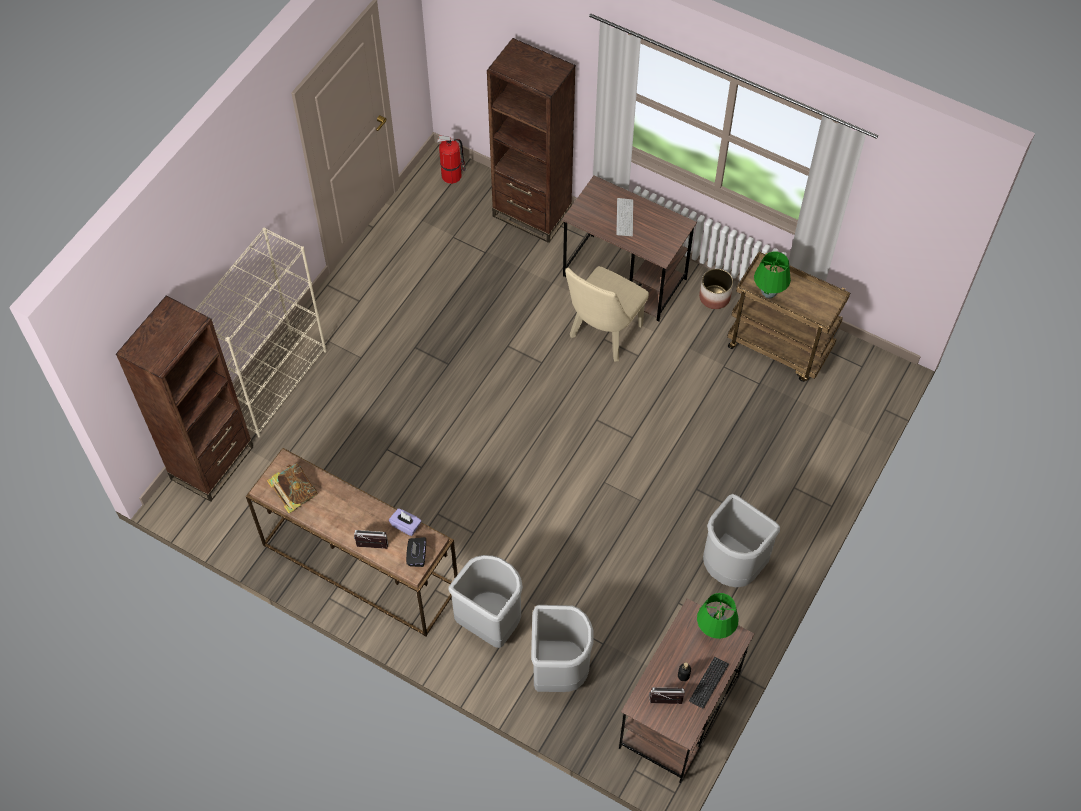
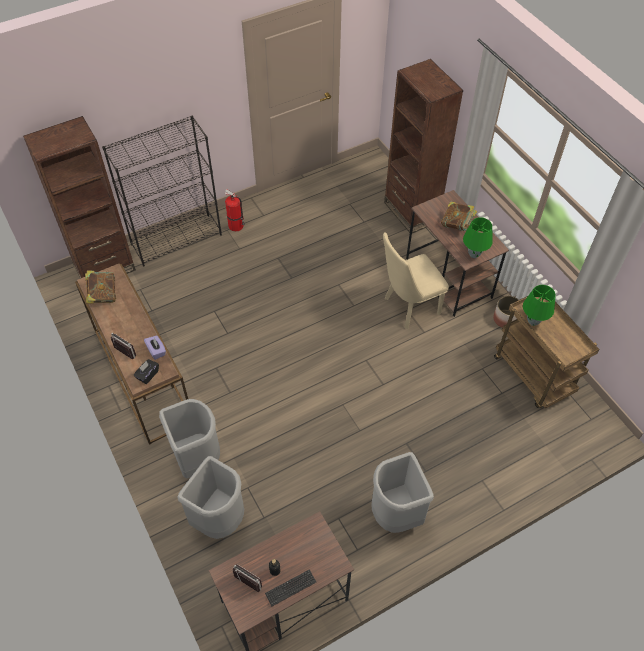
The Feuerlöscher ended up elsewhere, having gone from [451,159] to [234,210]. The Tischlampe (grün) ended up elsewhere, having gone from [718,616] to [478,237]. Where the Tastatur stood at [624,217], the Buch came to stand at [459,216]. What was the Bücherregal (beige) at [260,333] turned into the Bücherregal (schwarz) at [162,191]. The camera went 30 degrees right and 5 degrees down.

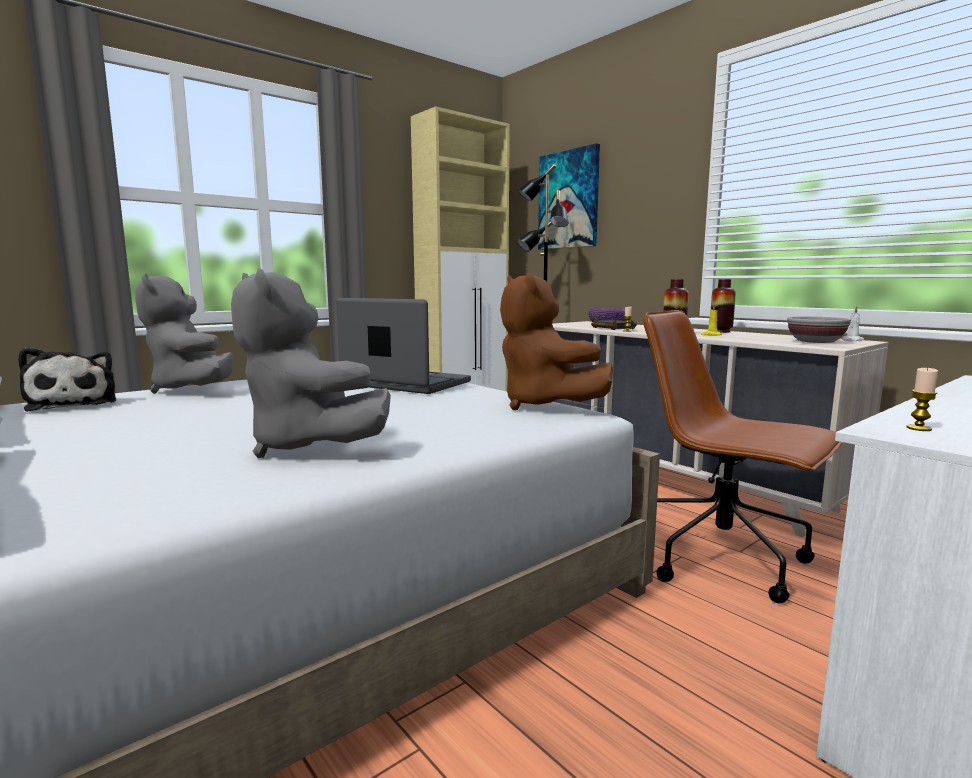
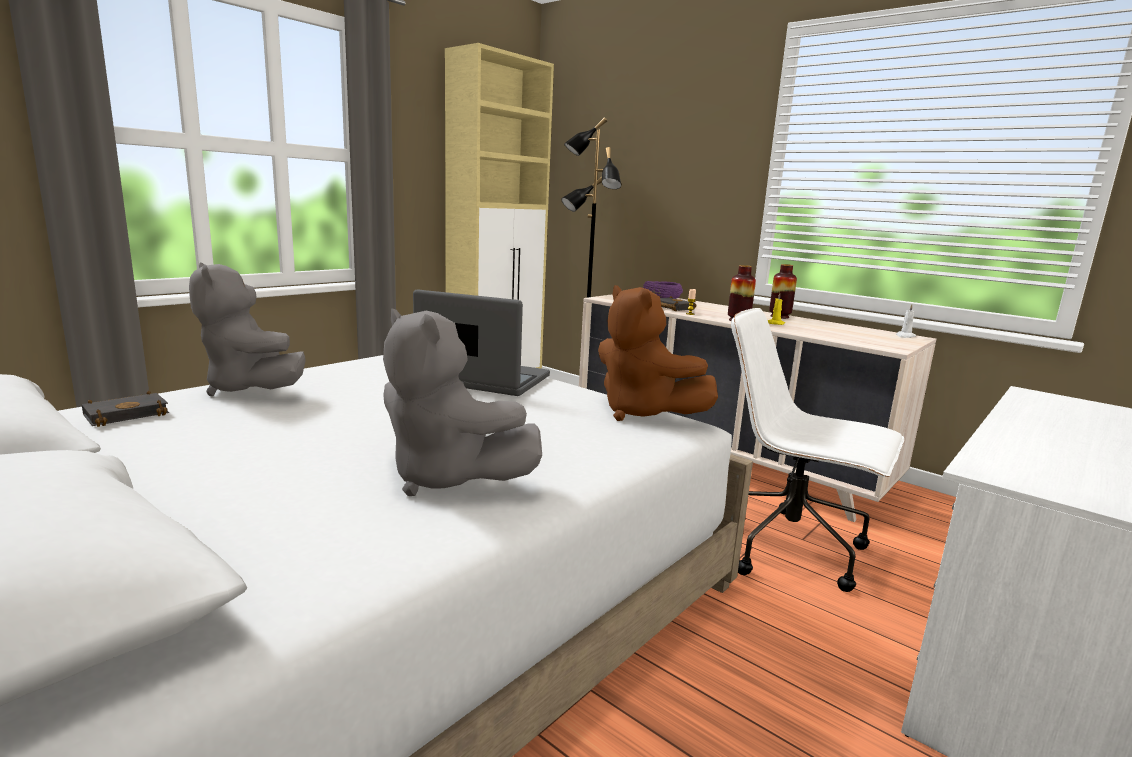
The second view lost the Bild at [569,196]. The second view lost the Schüssel at [819,330]. The second view lost the Kerze at [922,399]. Where the Plüschtier stood at [67,380], the Buch (schwarz) came to stand at [125,409]. What was the Bürostuhl (braun) at [743,456] turned into the Bürostuhl (weiß) at [817,450]. The camera went 10 degrees left and 5 degrees up.

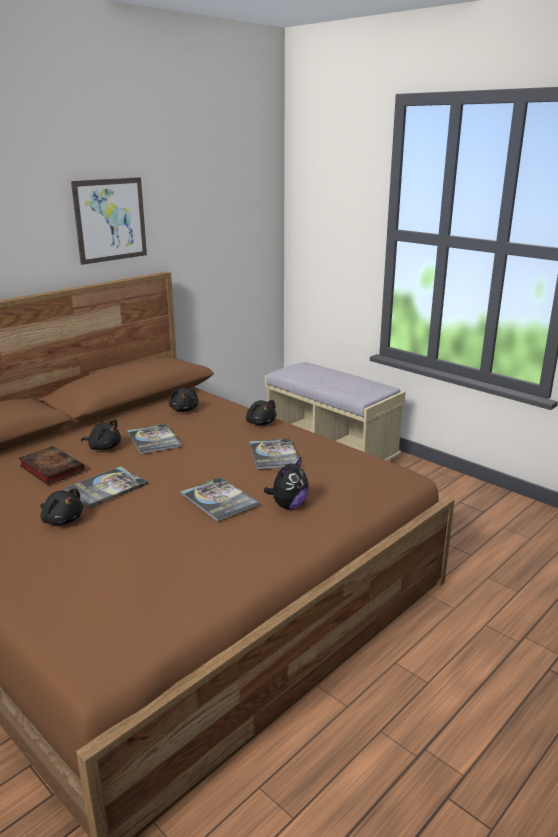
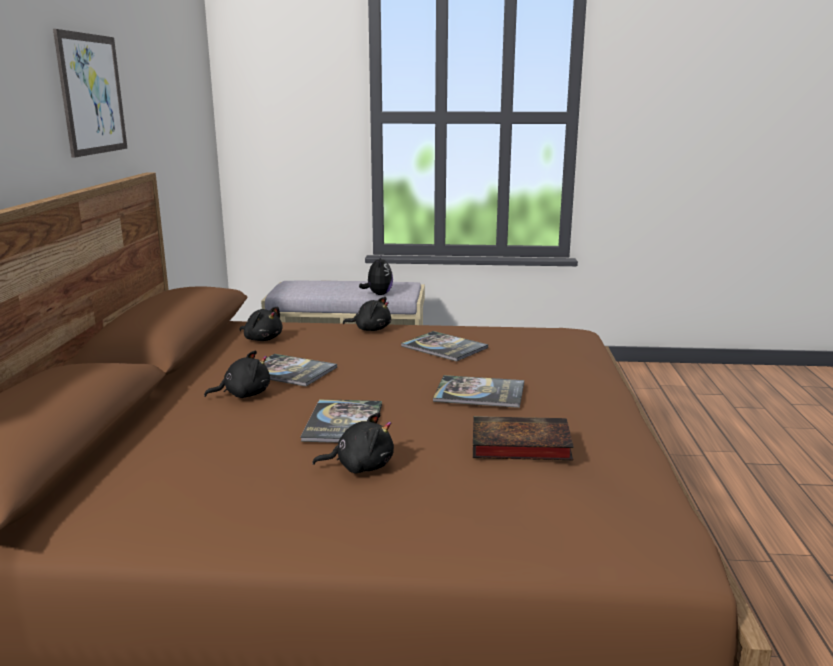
The Buch ended up elsewhere, having gone from [51,465] to [523,438]. The Plüschtier ended up elsewhere, having gone from [286,483] to [376,274]. The camera went 40 degrees left and 5 degrees down.

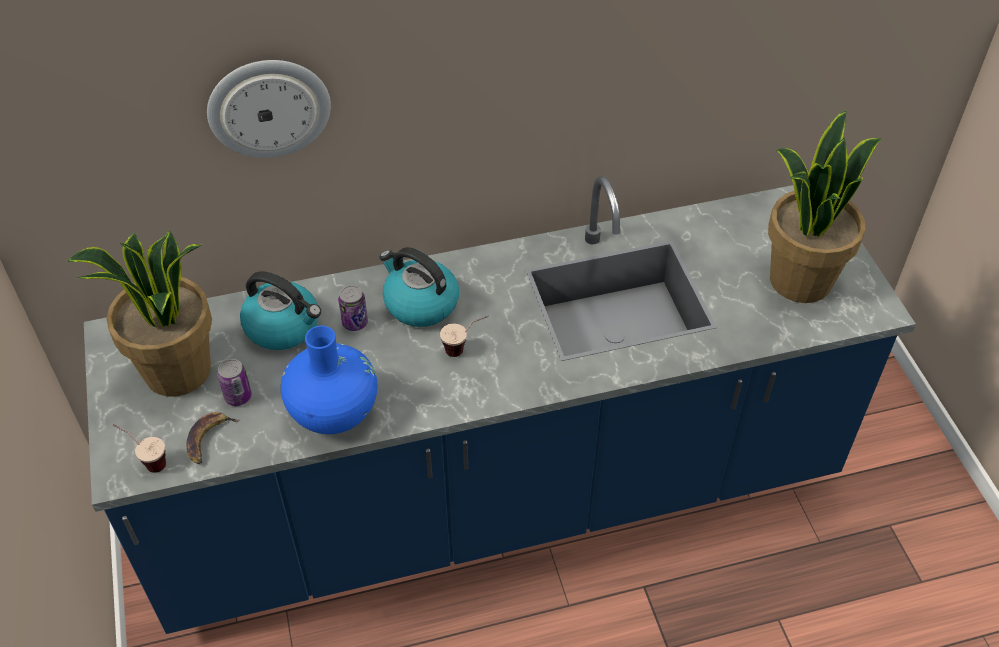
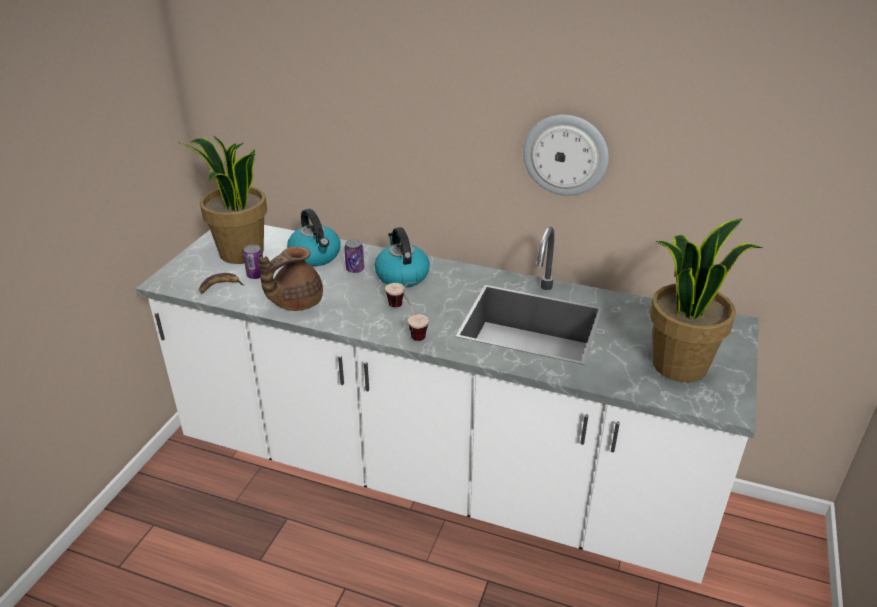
The Tasse ended up elsewhere, having gone from [139,448] to [416,318]. The Wanduhr ended up elsewhere, having gone from [269,109] to [566,155]. Where the Vase (blau) stood at [329,380], the Teekanne (braun) came to stand at [290,278]. What was the Küchenzeile (blau) at [500,405] turned into the Küchenzeile (weiß) at [447,404]. The camera went 35 degrees right and 15 degrees down.

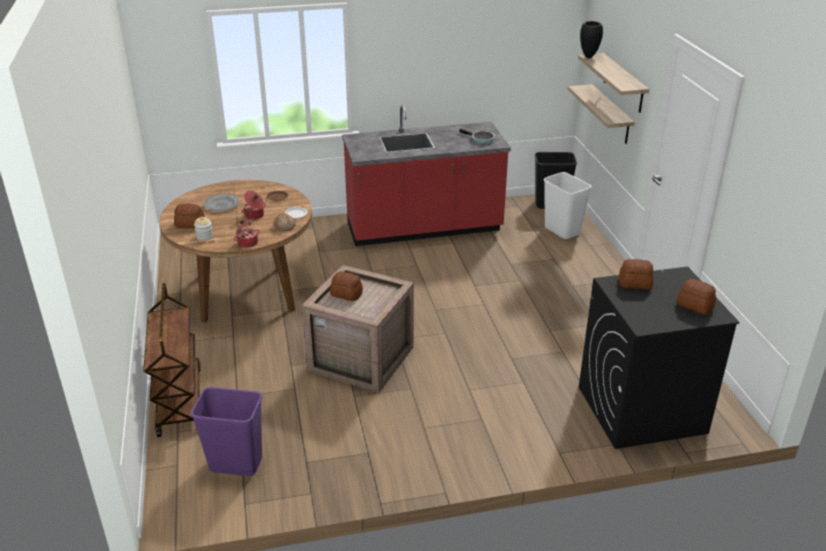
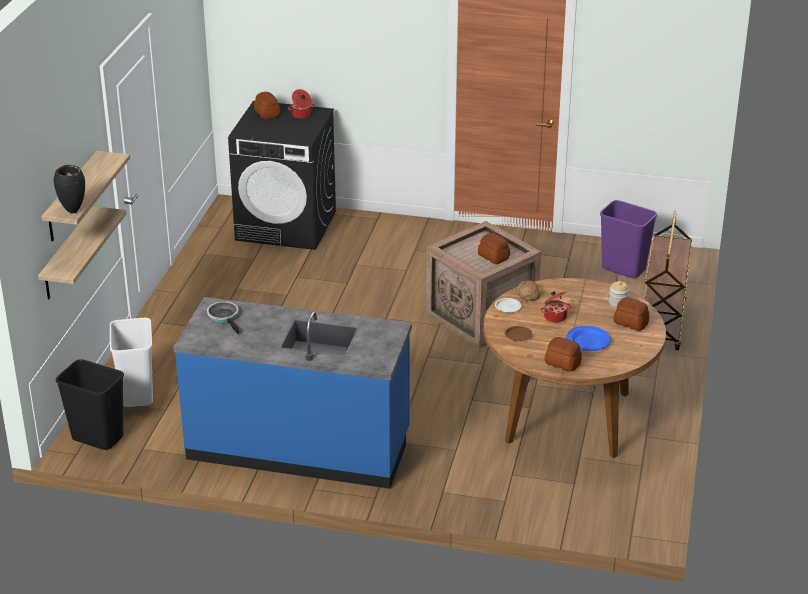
The Kochtopf ended up elsewhere, having gone from [247,233] to [301,104]. The Brot ended up elsewhere, having gone from [636,274] to [563,354]. What was the Teller (grau) at [221,202] turned into the Teller (blau) at [588,338]. What was the Küchenzeile (rot) at [426,175] turned into the Küchenzeile (blau) at [292,393]. The camera went 155 degrees left and 0 degrees up.

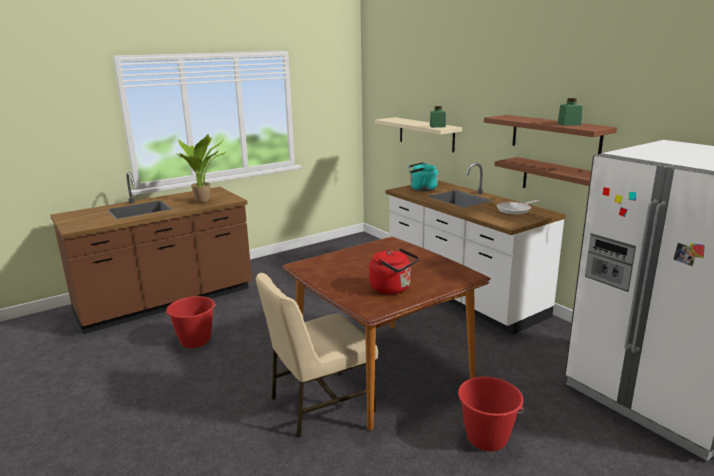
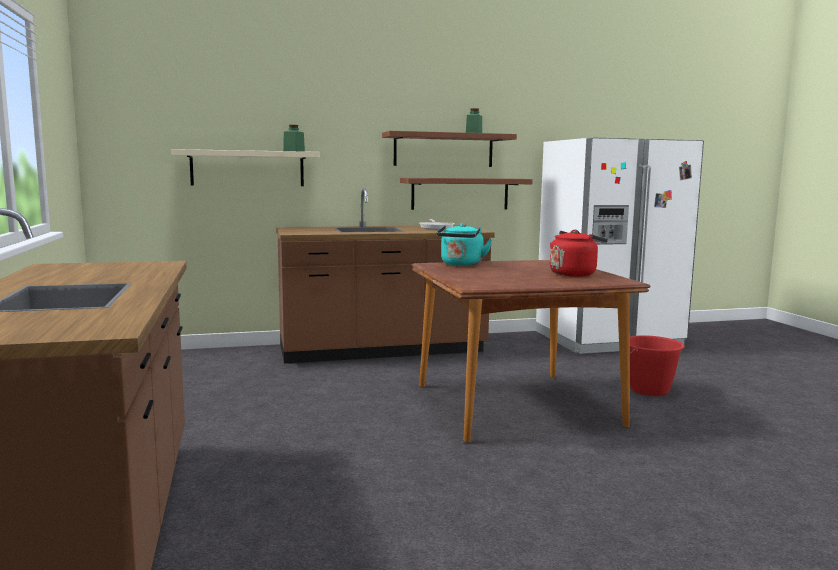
The second view lost the Eimer (rot) at [191,322]. The second view lost the Topfpflanze at [202,168]. The second view lost the Stuhl (beige) at [317,355]. The Wasserkessel (türkis) ended up elsewhere, having gone from [423,176] to [464,244]. What was the Küchenzeile (weiß) at [476,249] turned into the Küchenzeile (braun) at [385,276]. The camera went 70 degrees left and 10 degrees down.

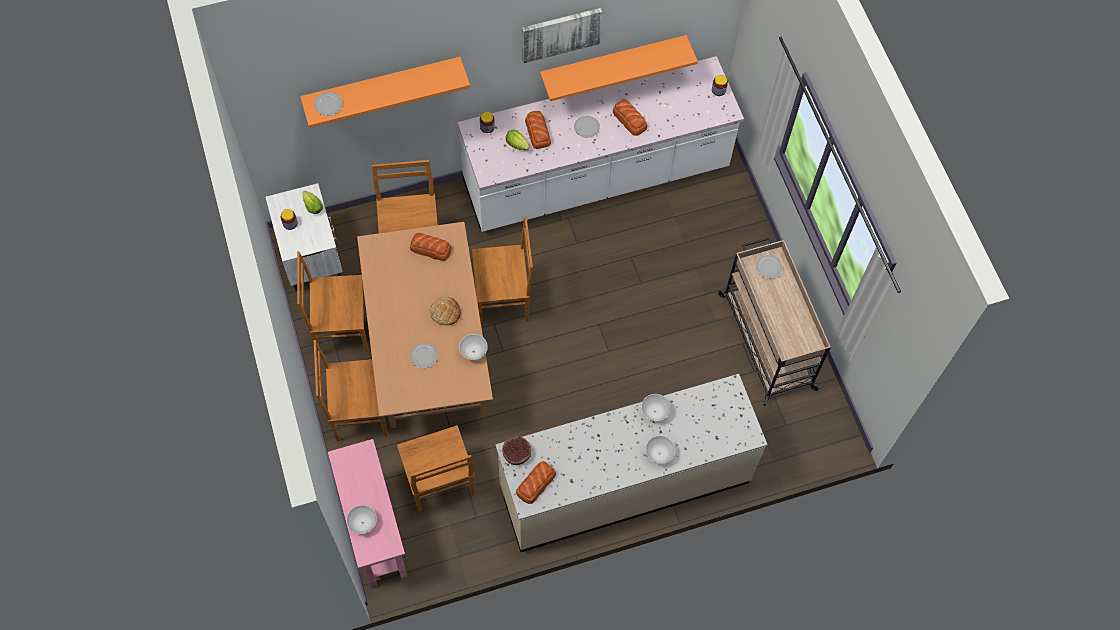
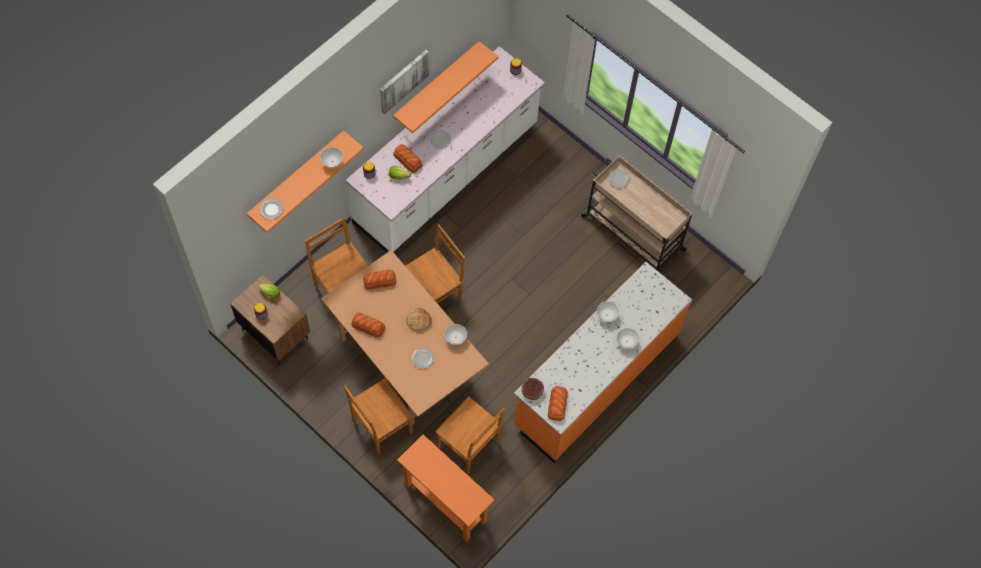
The second view lost the Stuhl (braun) at [333,301]. The Schüssel (weiß) ended up elsewhere, having gone from [361,519] to [331,157]. The Brot ended up elsewhere, having gone from [630,117] to [368,325]. What was the Nachttisch (weiß) at [304,237] turned into the Nachttisch (braun) at [270,319]. What was the Konsolentisch (rosa) at [367,513] turned into the Konsolentisch (orange) at [445,488]. What was the Küchenzeile (beige) at [631,463] turned into the Küchenzeile (orange) at [603,362]. The camera went 30 degrees left and 0 degrees up.

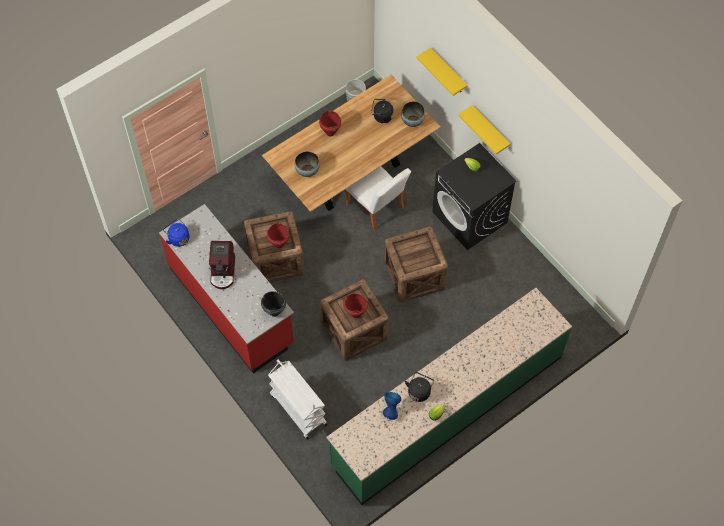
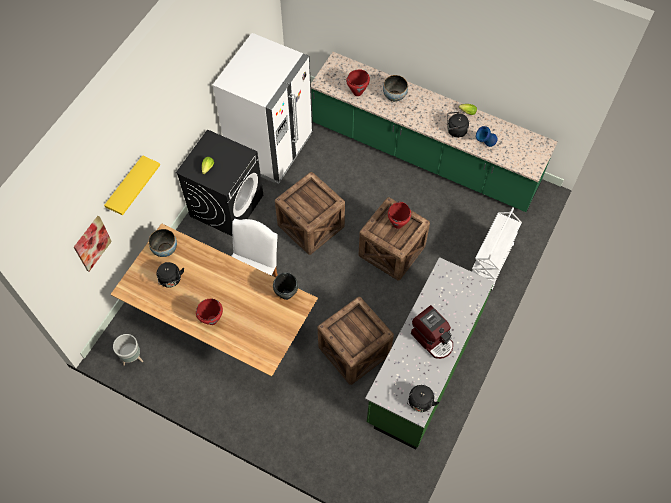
The second view lost the Wandregal (gelb) at [484,130]. The second view gained the Bild at [93,243]. The second view gained the Kühlschrank (weiß) at [262,108]. The Kochtopf (schwarz) ended up elsewhere, having gone from [273,304] to [285,286]. The Kochtopf (rot) ended up elsewhere, having gone from [278,236] to [358,82]. The Schüssel ended up elsewhere, having gone from [307,164] to [395,88]. What was the Küchenzeile (rot) at [226,288] turned into the Küchenzeile (grün) at [429,353]. What was the Wasserkessel (blau) at [176,232] turned into the Wasserkessel (schwarz) at [423,398]. The Kaffeemaschine at [222,265] ended up facing another way, 75 degrees clockwise from before. The camera went 115 degrees left and 0 degrees up.

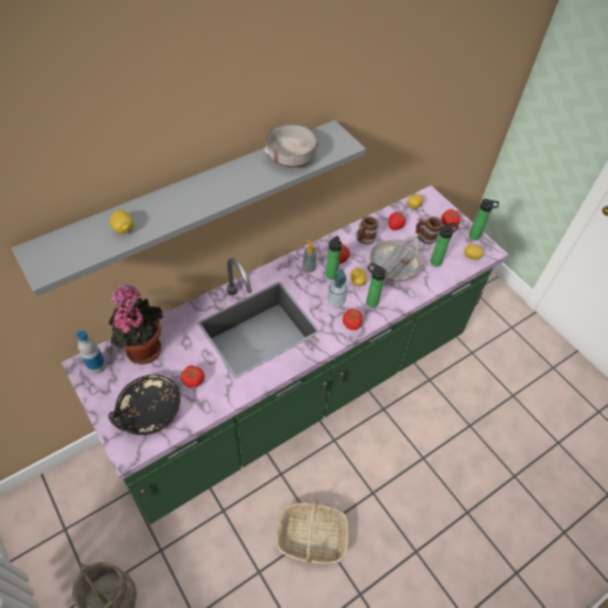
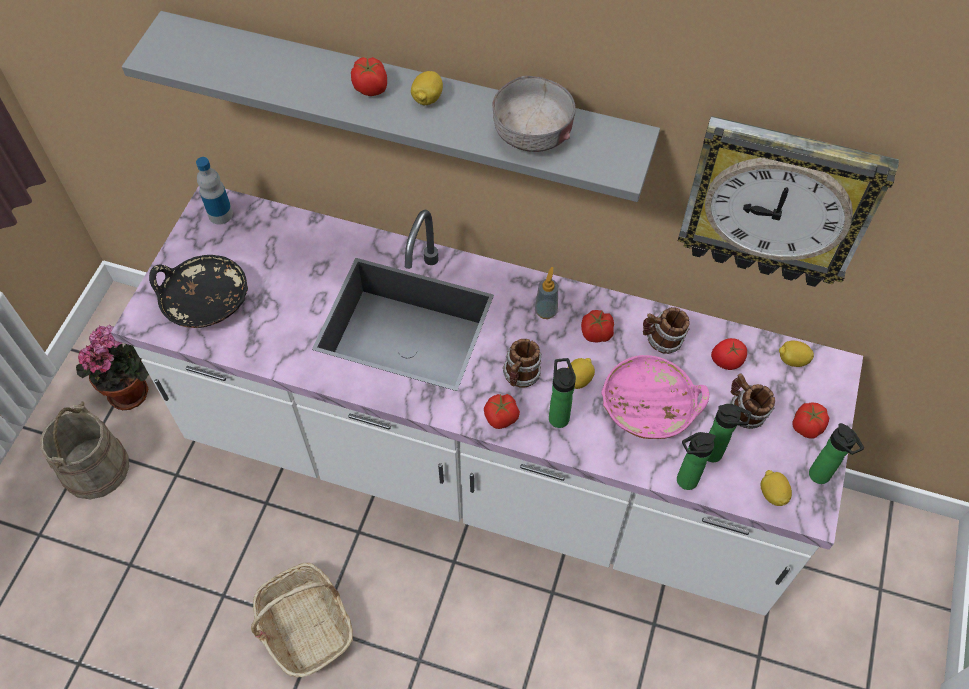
The second view gained the Wanduhr at [788,201]. The Topfpflanze ended up elsewhere, having gone from [136,324] to [112,367]. The Zitrone ended up elsewhere, having gone from [121,222] to [427,88]. The Tomate ended up elsewhere, having gone from [193,376] to [369,76]. The Flasche ended up elsewhere, having gone from [334,258] to [696,461]. Where the Seifenspender stood at [337,288], the Henkelbecher came to stand at [521,363]. What was the Küchenzeile (grün) at [285,355] turned into the Küchenzeile (weiß) at [487,400]. What was the Schüssel (grau) at [396,258] turned into the Schüssel (rosa) at [655,397]. The camera went 55 degrees right and 5 degrees up.

